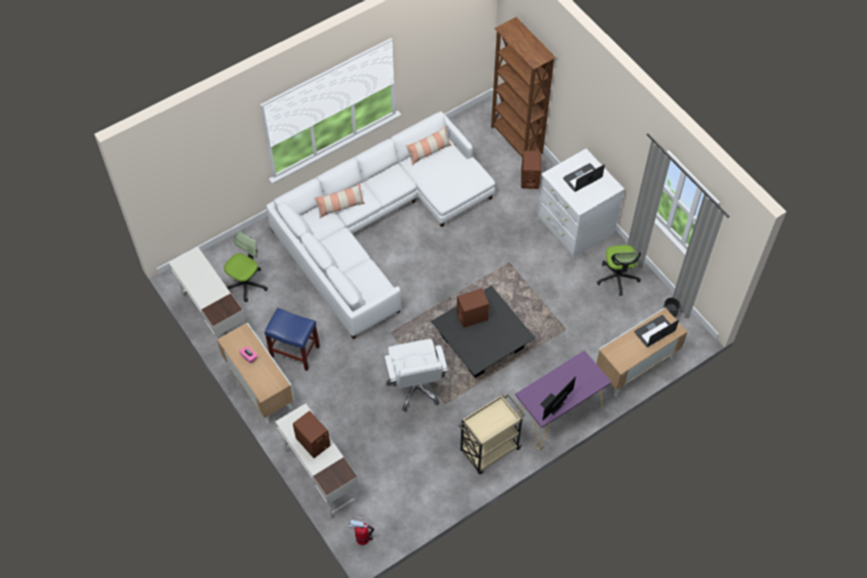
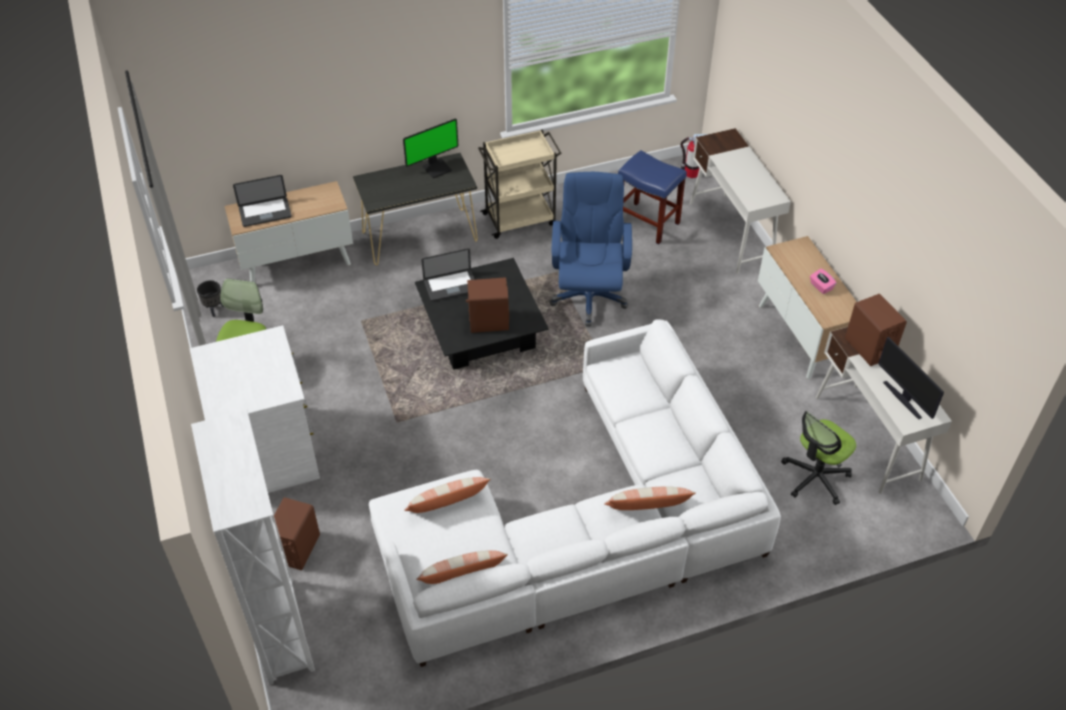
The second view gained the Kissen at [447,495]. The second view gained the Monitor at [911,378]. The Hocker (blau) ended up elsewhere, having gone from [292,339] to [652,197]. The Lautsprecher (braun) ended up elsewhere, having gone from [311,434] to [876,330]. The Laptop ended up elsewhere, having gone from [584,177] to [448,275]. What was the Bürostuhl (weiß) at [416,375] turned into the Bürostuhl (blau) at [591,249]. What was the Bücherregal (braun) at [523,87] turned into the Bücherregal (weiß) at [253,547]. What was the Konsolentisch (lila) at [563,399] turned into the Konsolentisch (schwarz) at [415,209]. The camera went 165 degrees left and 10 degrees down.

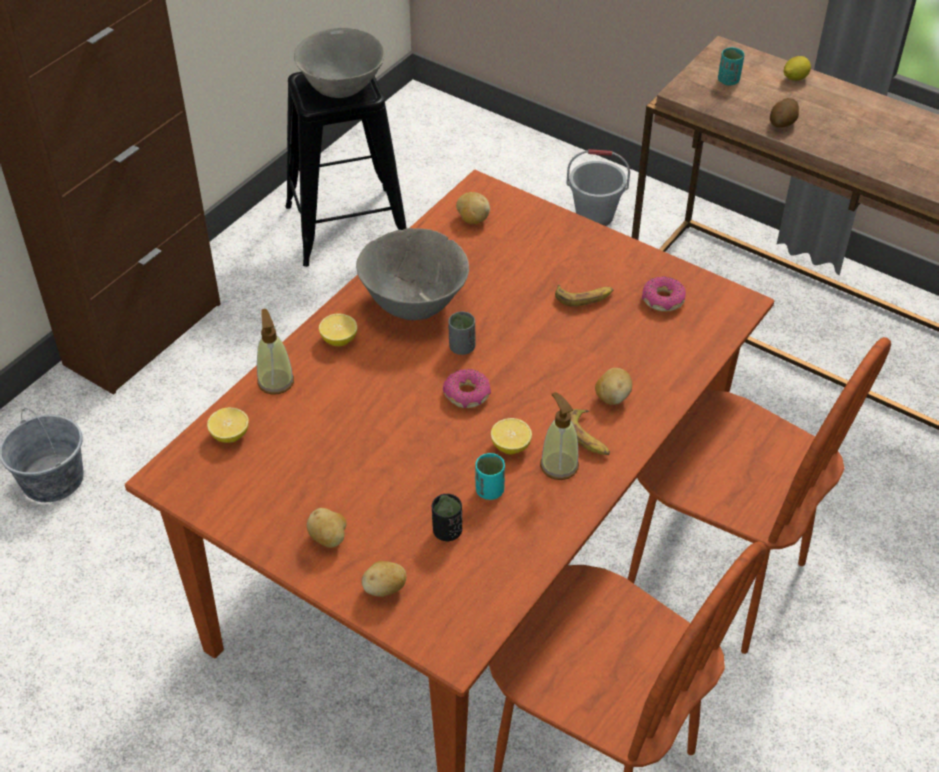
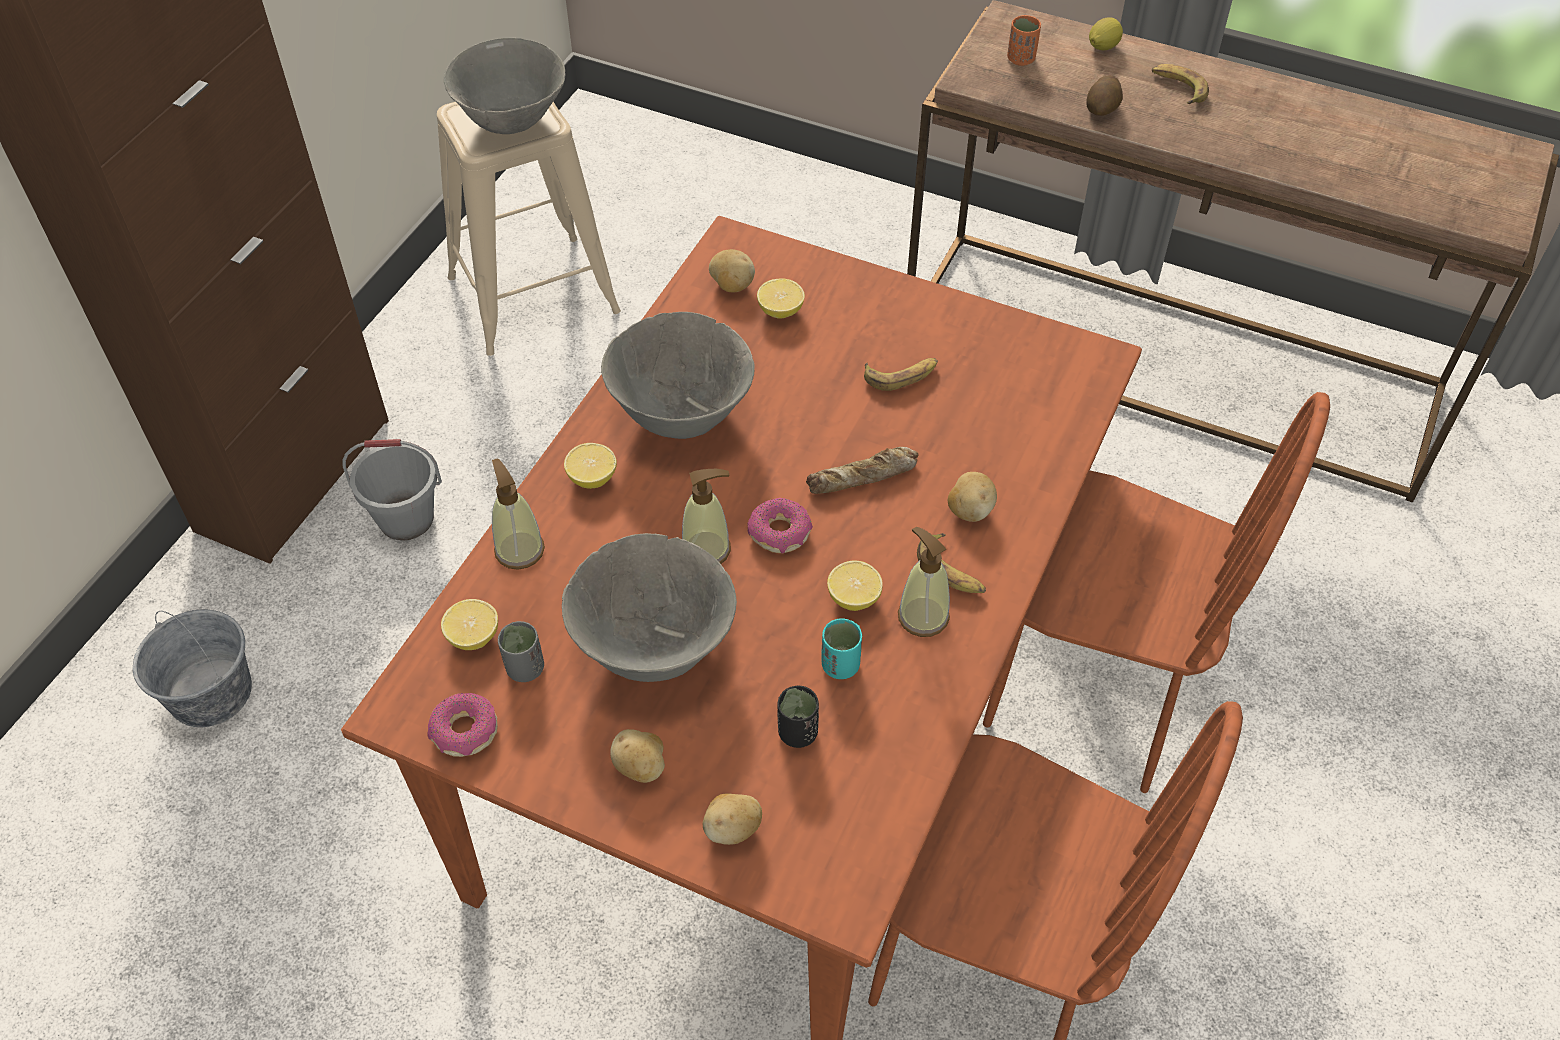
The second view gained the Schüssel (grau) at [649,607]. The second view gained the Seifenspender at [706,516]. The second view gained the Zitrone at [781,298]. The second view gained the Brot at [862,470]. The second view gained the Banane at [1180,84]. The Tasse (grau) ended up elsewhere, having gone from [462,333] to [521,651]. The Eimer (grau) ended up elsewhere, having gone from [598,187] to [392,490]. The Donut ended up elsewhere, having gone from [664,294] to [463,725]. What was the Hocker (schwarz) at [345,169] turned into the Hocker (beige) at [529,229]. What was the Tasse (türkis) at [731,66] turned into the Tasse (orange) at [1024,40]. The camera went 10 degrees left and 5 degrees up.

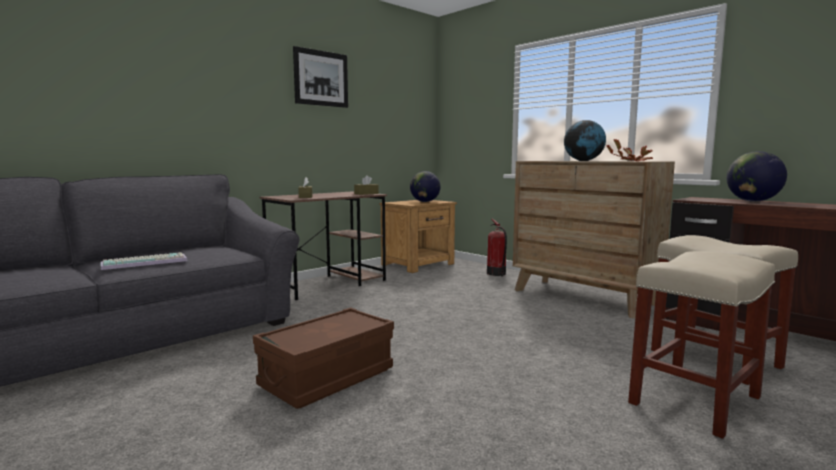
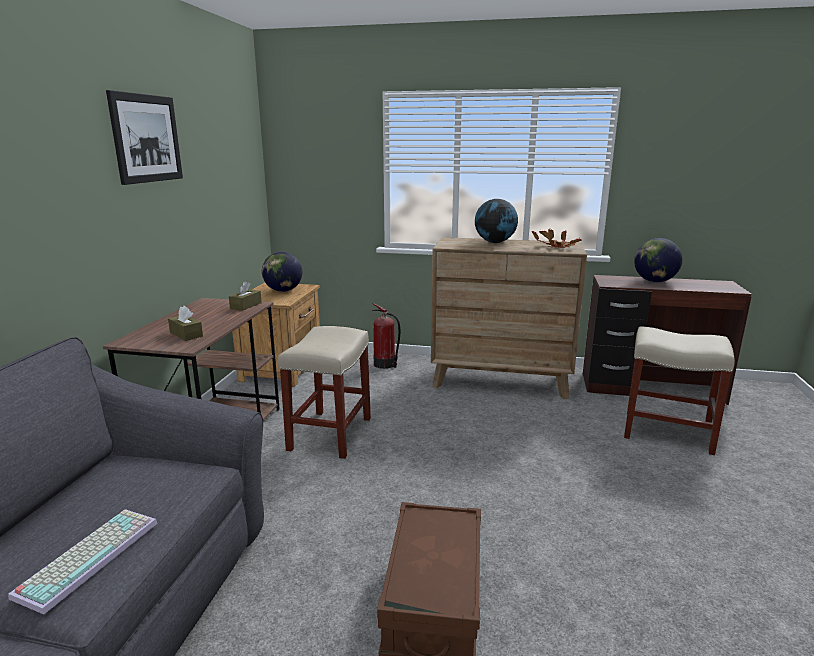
The Hocker (beige) ended up elsewhere, having gone from [701,345] to [324,392]. The camera went 35 degrees left and 10 degrees up.

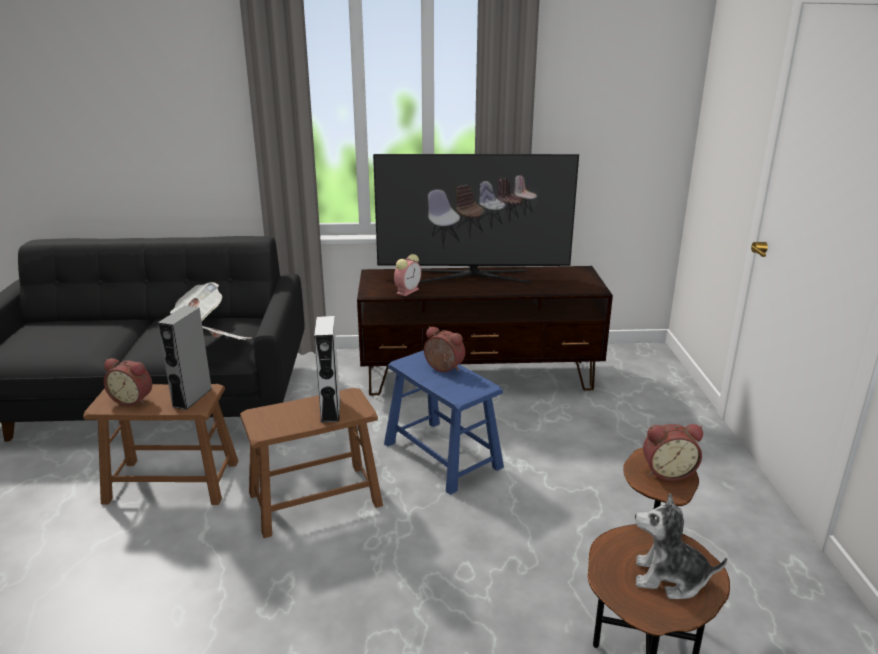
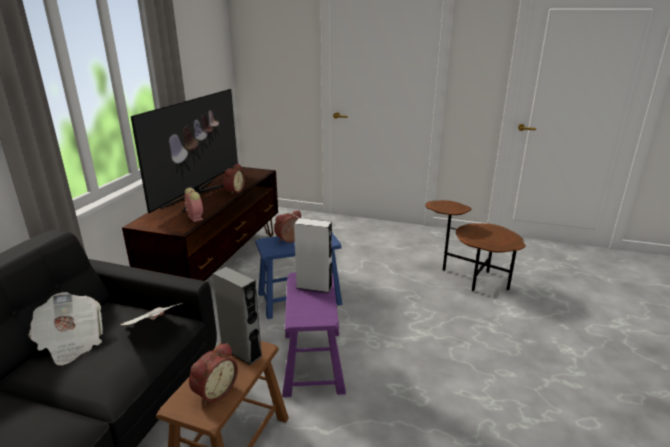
The second view lost the Plüschtier at [681,546]. The Wecker ended up elsewhere, having gone from [673,452] to [234,179]. What was the Hocker (braun) at [311,463] turned into the Hocker (lila) at [314,334]. The camera went 70 degrees left and 0 degrees up.

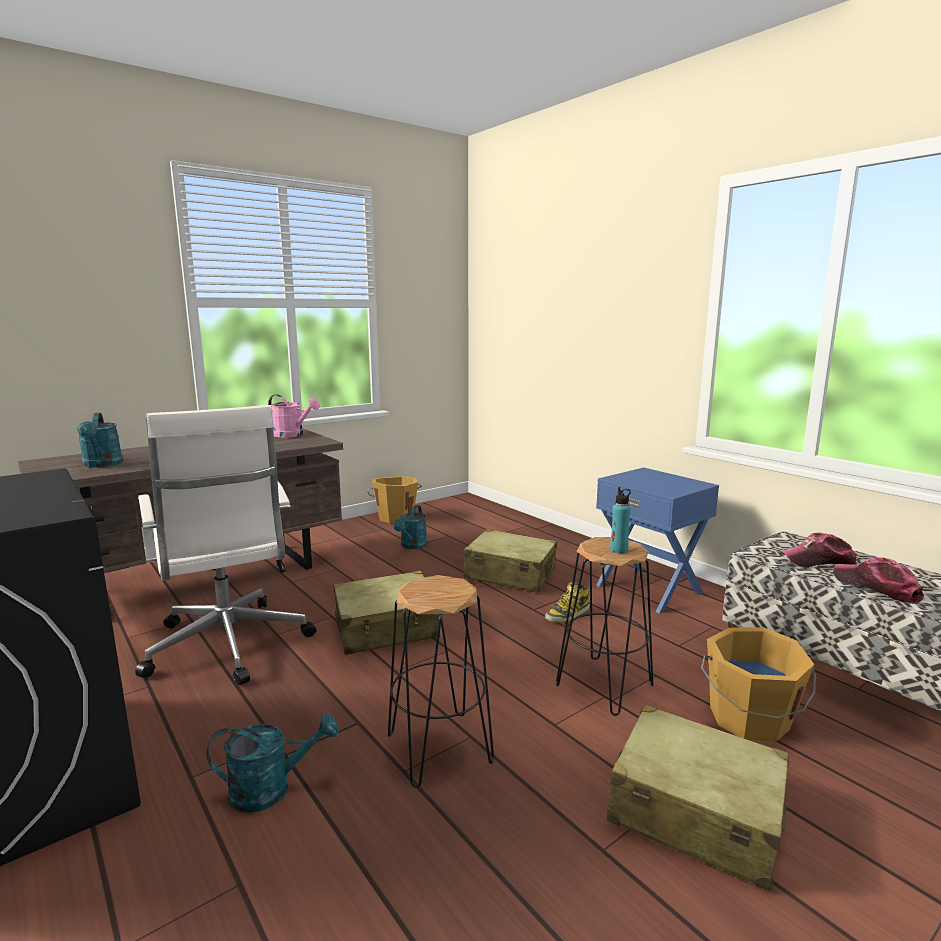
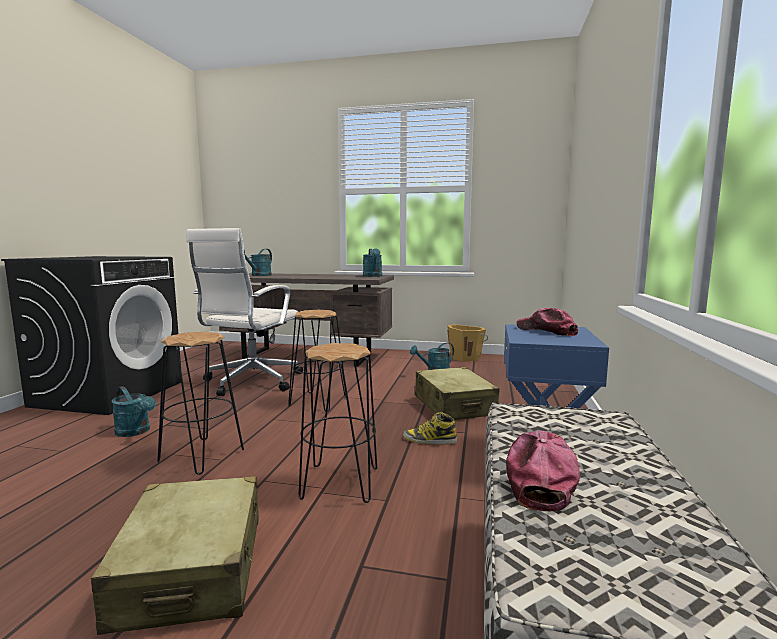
The second view lost the Flasche (türkis) at [620,520]. The second view lost the Eimer (orange) at [758,684]. The Kappe ended up elsewhere, having gone from [818,550] to [547,322]. Where the Koffer (beige) stood at [387,613], the Hocker (schwarz) came to stand at [317,361]. What was the Gießkanne (rosa) at [294,416] turned into the Gießkanne (türkis) at [372,263]. The camera went 50 degrees right and 5 degrees down.

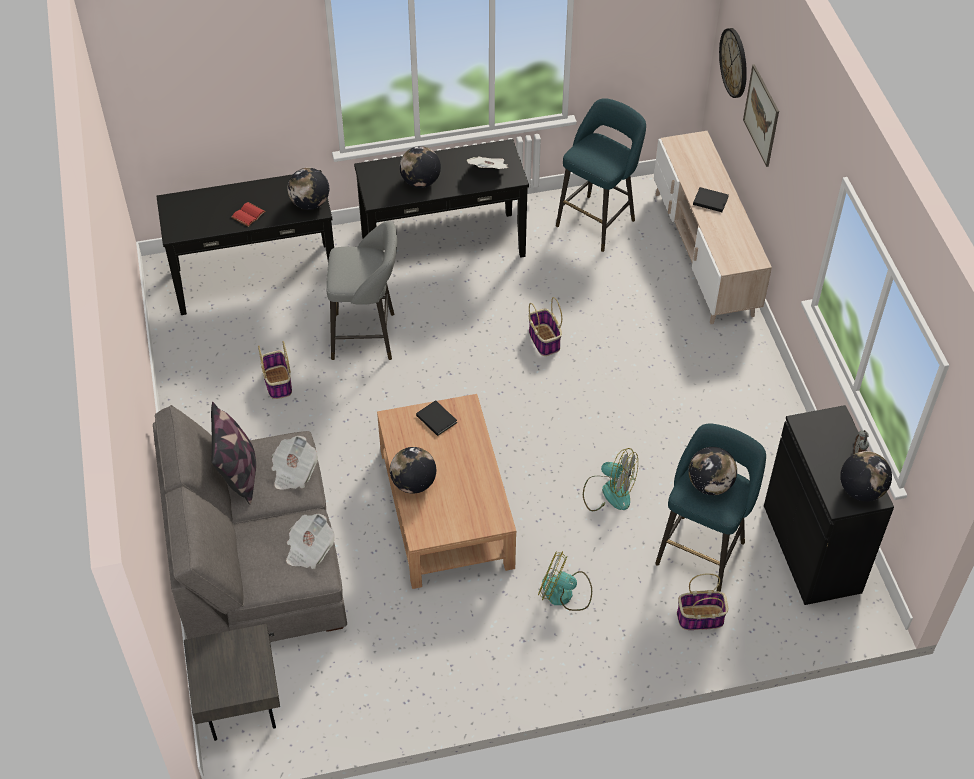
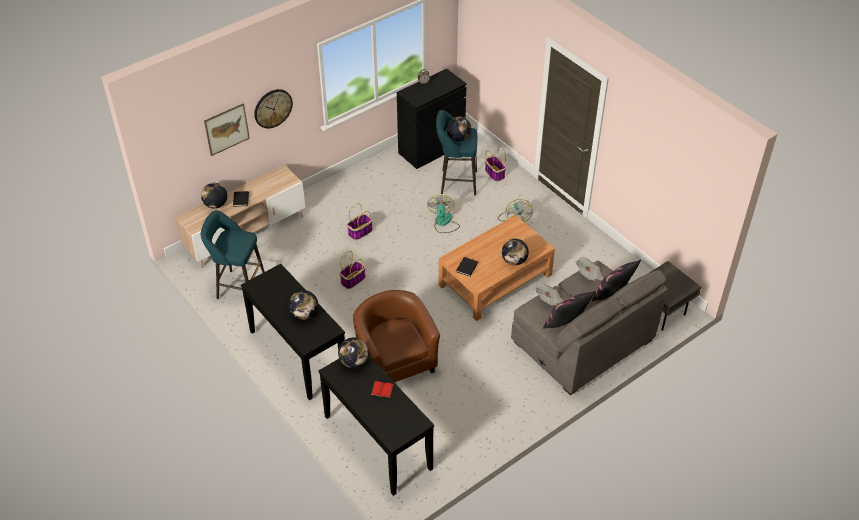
The second view lost the Zeitung at [487,162]. The second view gained the Kissen at [616,280]. The Korb ended up elsewhere, having gone from [275,370] to [360,221]. The Wanduhr ended up elsewhere, having gone from [733,63] to [273,109]. The Globus ended up elsewhere, having gone from [866,476] to [214,196]. Where the Hocker (grau) stood at [361,290], the Sessel (braun) came to stand at [396,336]. The camera went 115 degrees left and 5 degrees down.

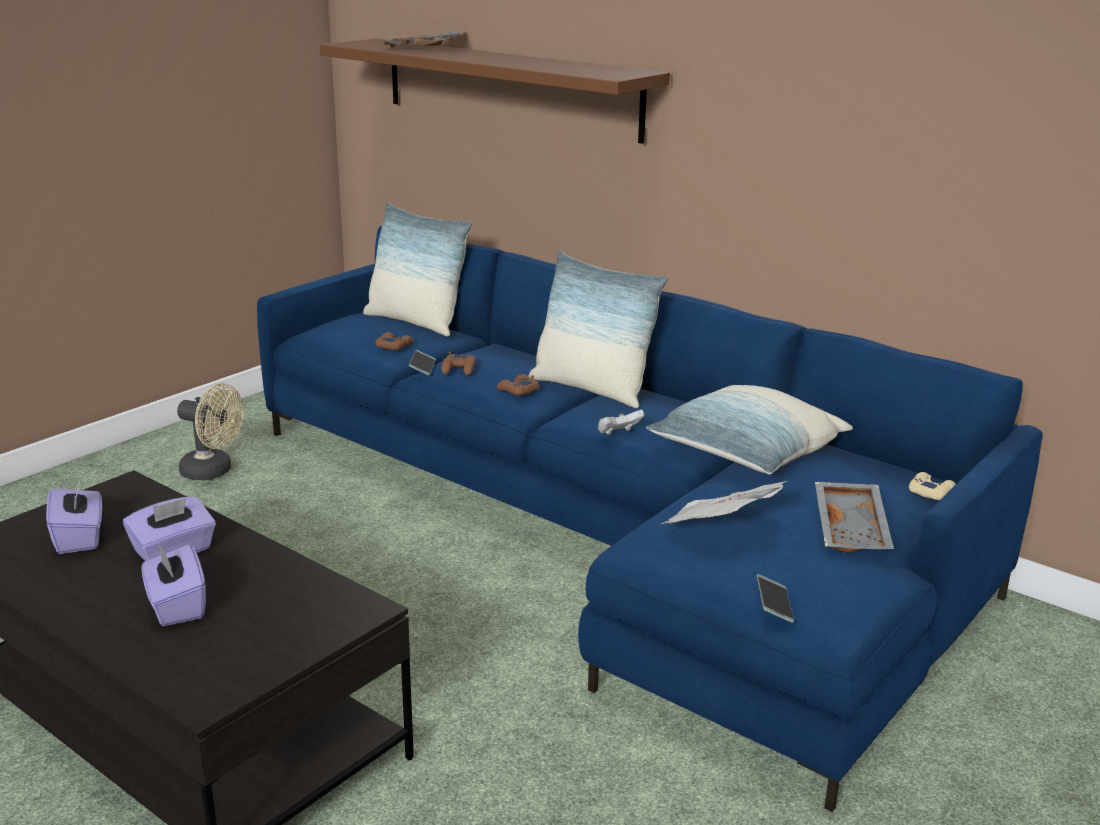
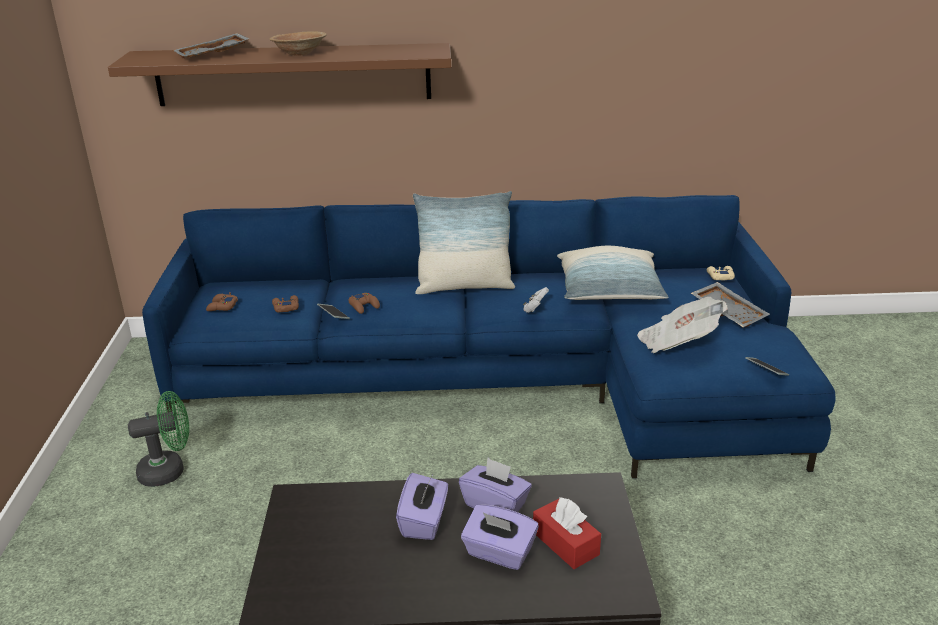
The second view lost the Kissen at [417,269]. The second view gained the Schüssel (braun) at [298,44]. The second view gained the Taschentuchbox (rot) at [567,533]. The Taschentuchbox (lila) ended up elsewhere, having gone from [74,516] to [495,484]. The Gamepad (braun) ended up elsewhere, having gone from [518,385] to [222,301]. What was the Ventilator (beige) at [210,431] turned into the Ventilator (grün) at [158,439]. The camera went 40 degrees left and 5 degrees up.

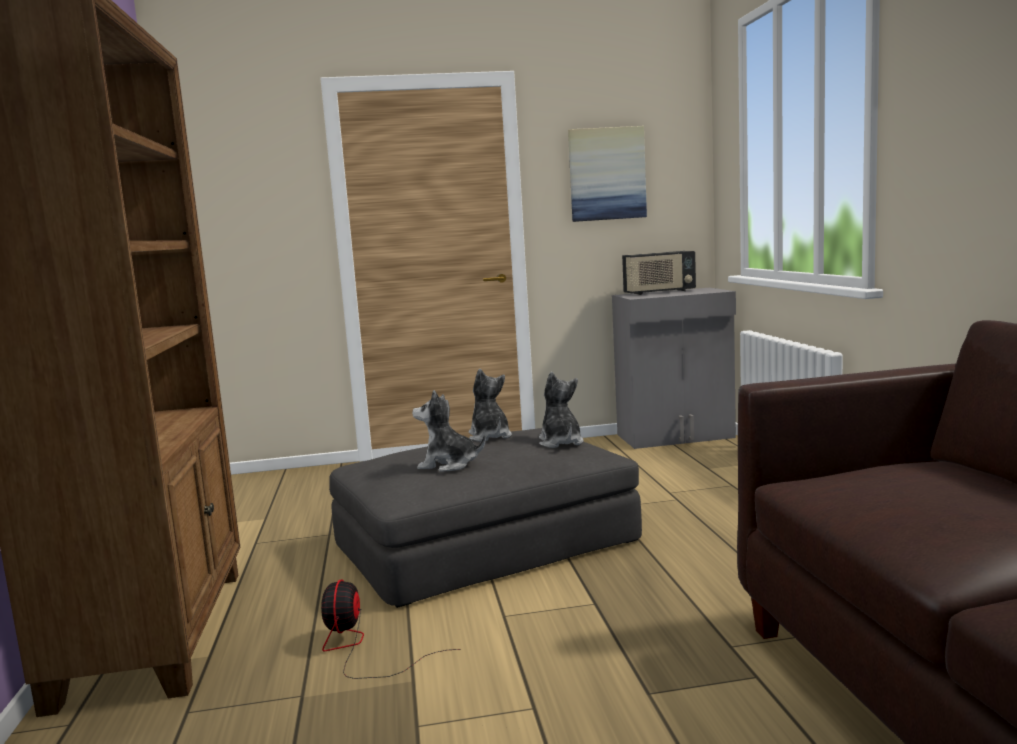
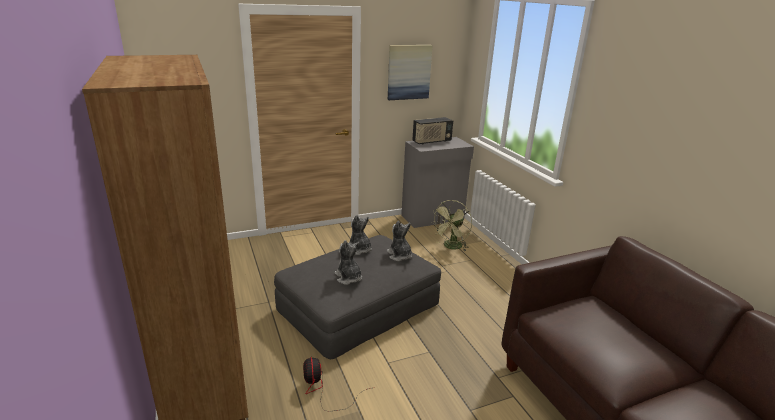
The second view gained the Ventilator (grün) at [451,225]. The Plüschtier at [449,431] ended up facing another way, 60 degrees clockwise from before. The camera went 15 degrees left and 15 degrees up.

